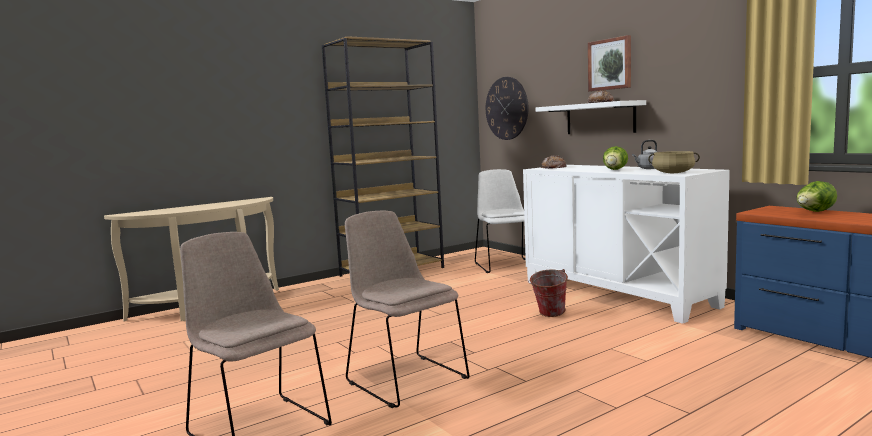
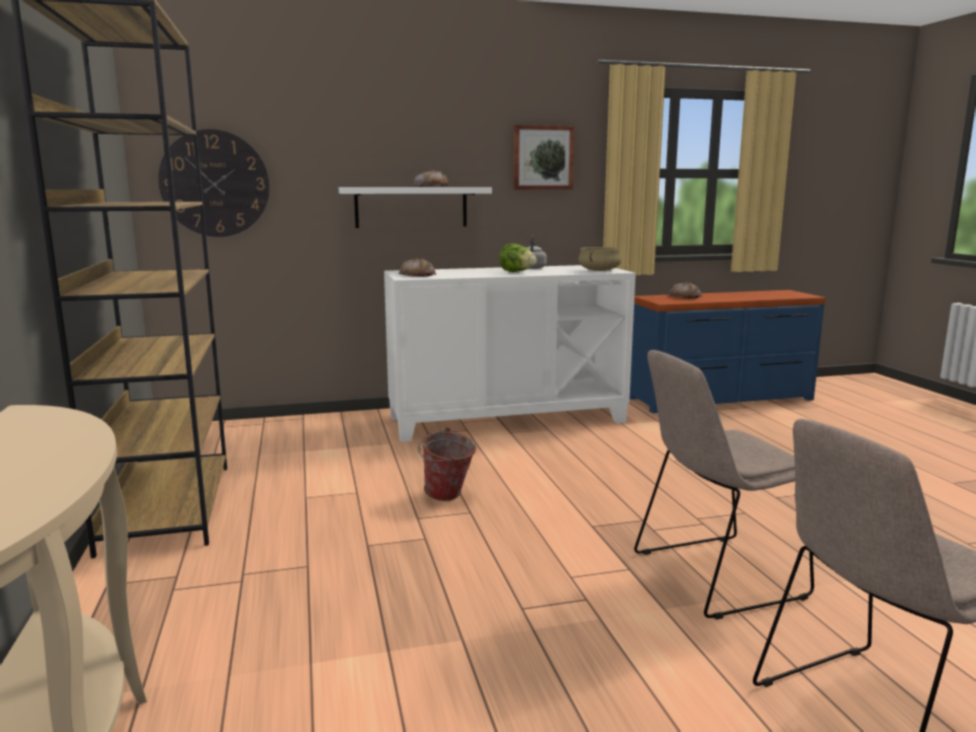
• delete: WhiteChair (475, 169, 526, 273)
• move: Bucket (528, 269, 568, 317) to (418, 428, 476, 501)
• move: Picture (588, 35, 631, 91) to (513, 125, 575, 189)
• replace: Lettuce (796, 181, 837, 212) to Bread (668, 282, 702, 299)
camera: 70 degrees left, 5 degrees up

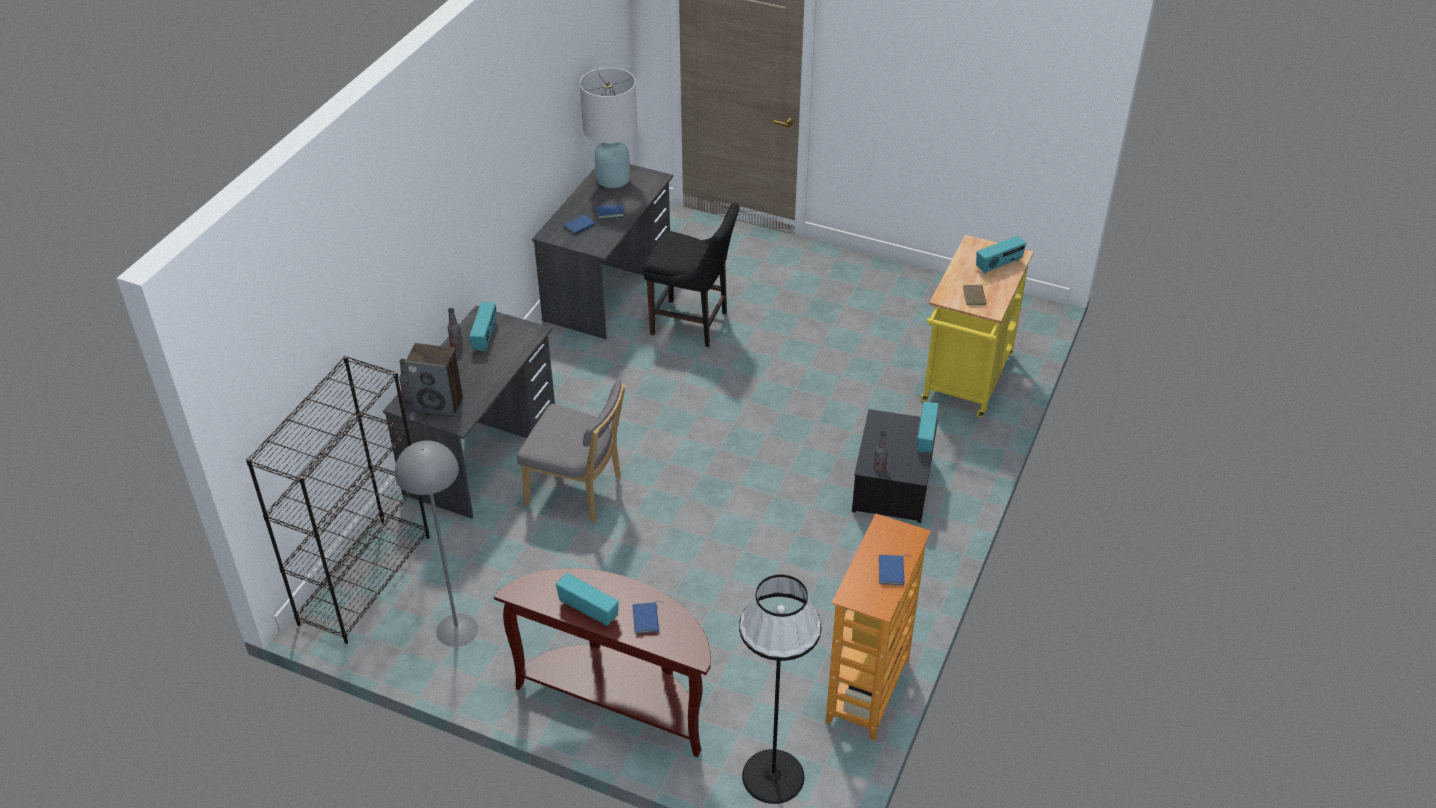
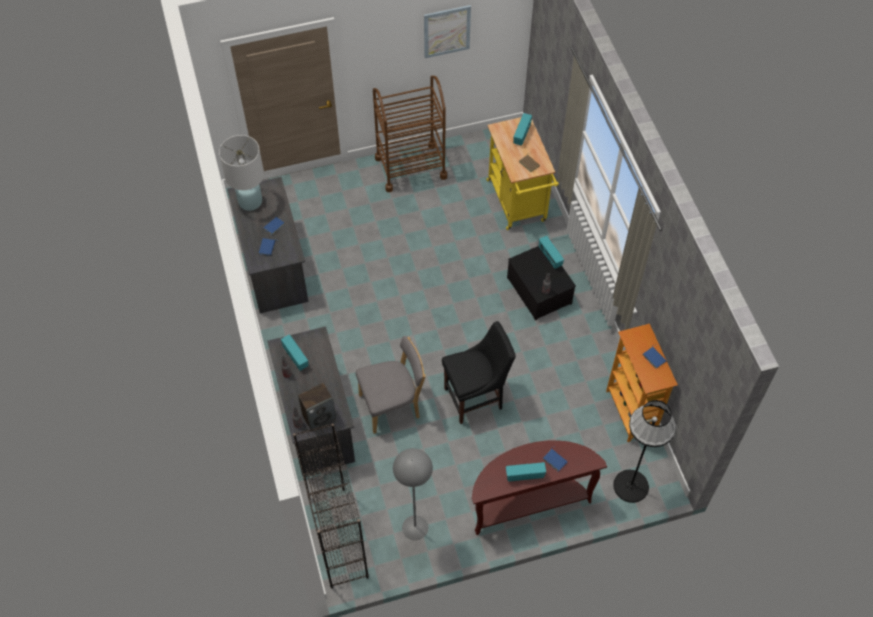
• insert: BrownCart (373, 76, 447, 192)
• insert: Picture (424, 5, 471, 58)
• move: BlackChair (643, 203, 740, 347) to (442, 321, 516, 424)
camera: 40 degrees left, 15 degrees up

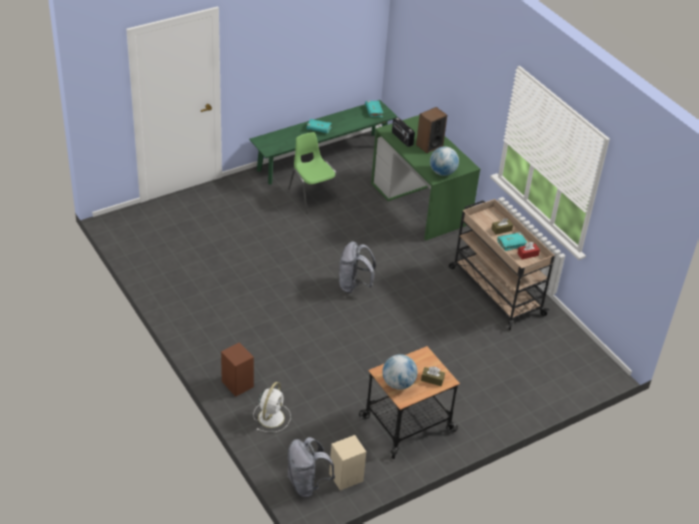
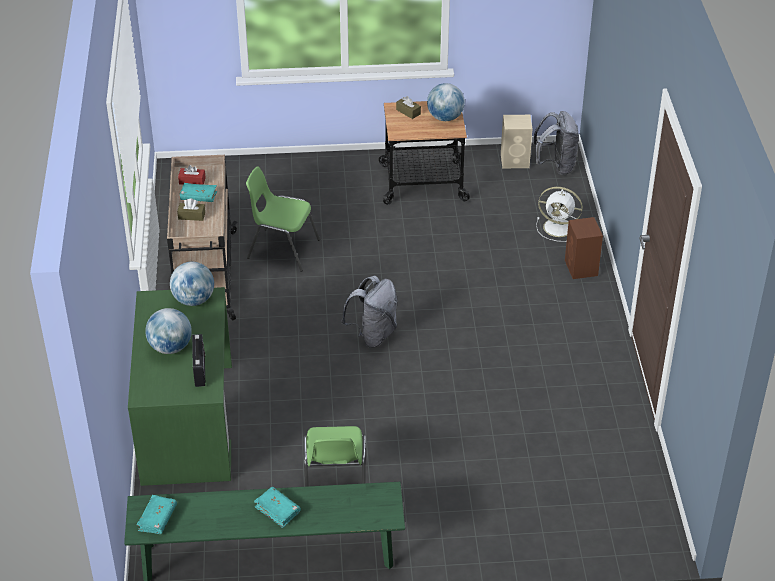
• insert: GreenChair (246, 166, 320, 272)
• replace: Speaker (416, 107, 447, 153) to Globe (145, 308, 192, 354)
• rotate: WhiteFan (253, 382, 291, 432) = (536, 187, 583, 242) 120 degrees counterclockwise
camera: 150 degrees left, 0 degrees up

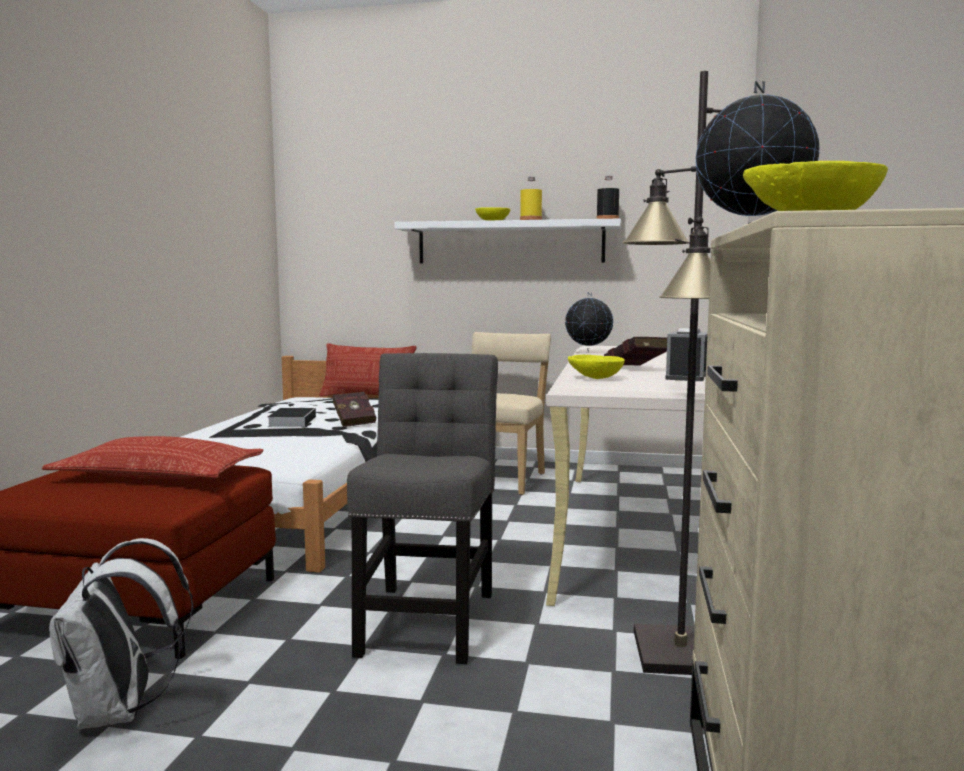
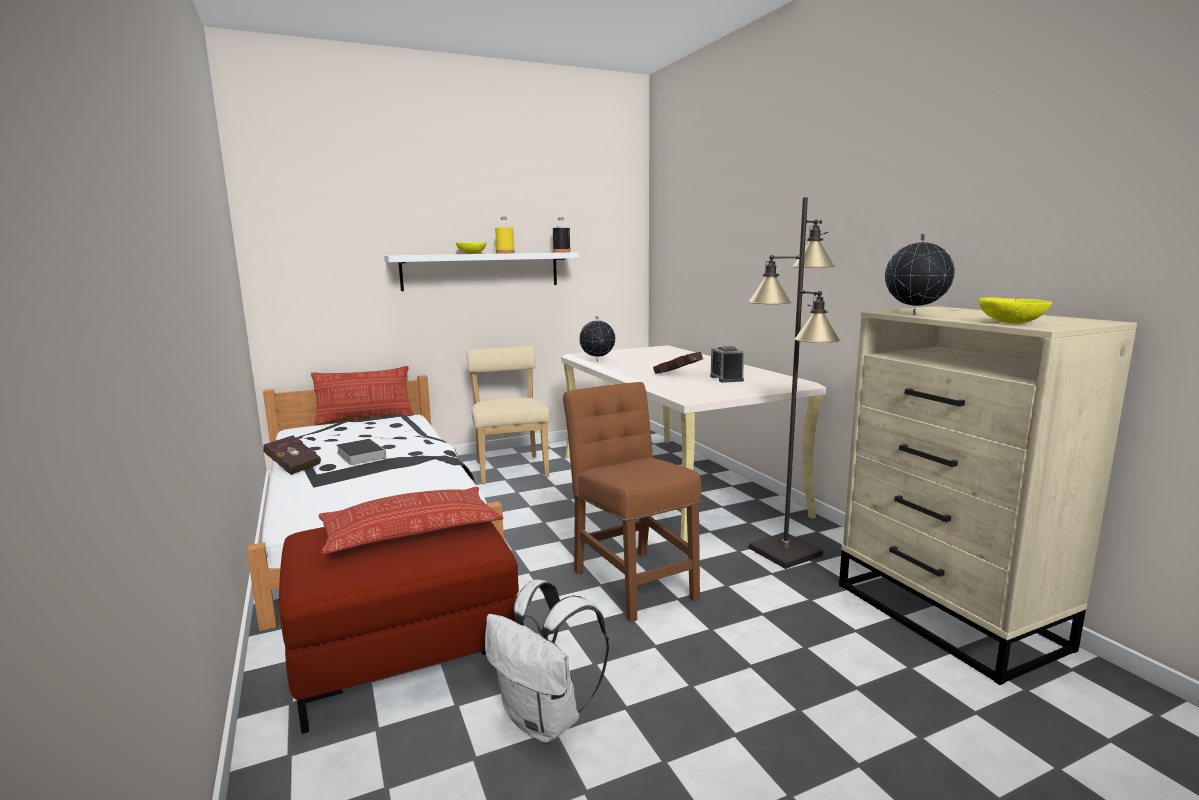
• delete: YellowBowl (568, 355, 625, 379)
• move: RedBook (333, 392, 376, 427) to (263, 435, 321, 475)
• recolor: GreyChair (347, 353, 498, 664) to BrownChair (563, 382, 701, 622)
camera: 35 degrees left, 5 degrees up

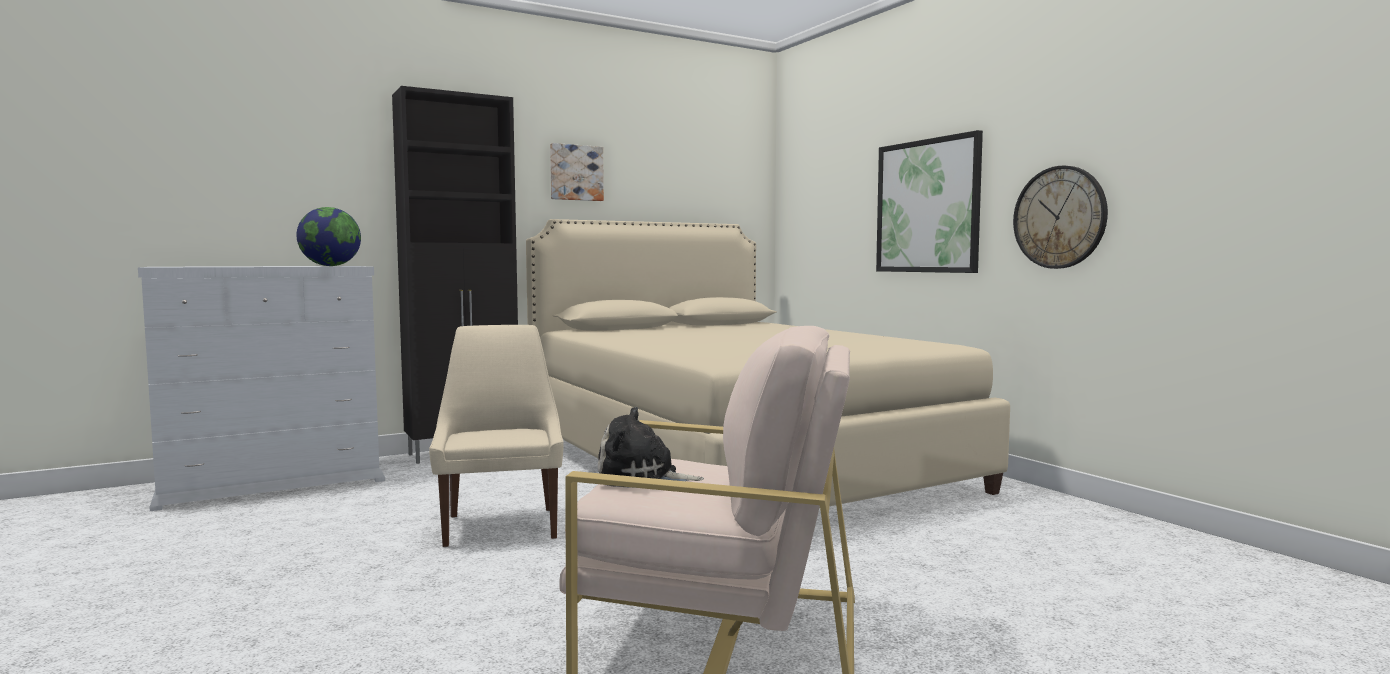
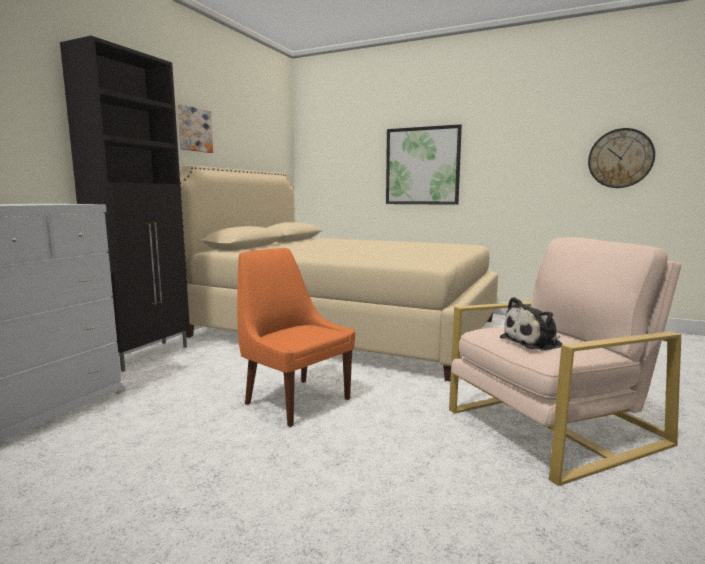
• delete: Globe (297, 207, 361, 266)
• move: WallClock (1013, 166, 1108, 269) to (588, 128, 655, 188)
• recolor: BeigeChair (429, 325, 564, 547) to OrangeChair (237, 248, 355, 427)
camera: 35 degrees left, 5 degrees up

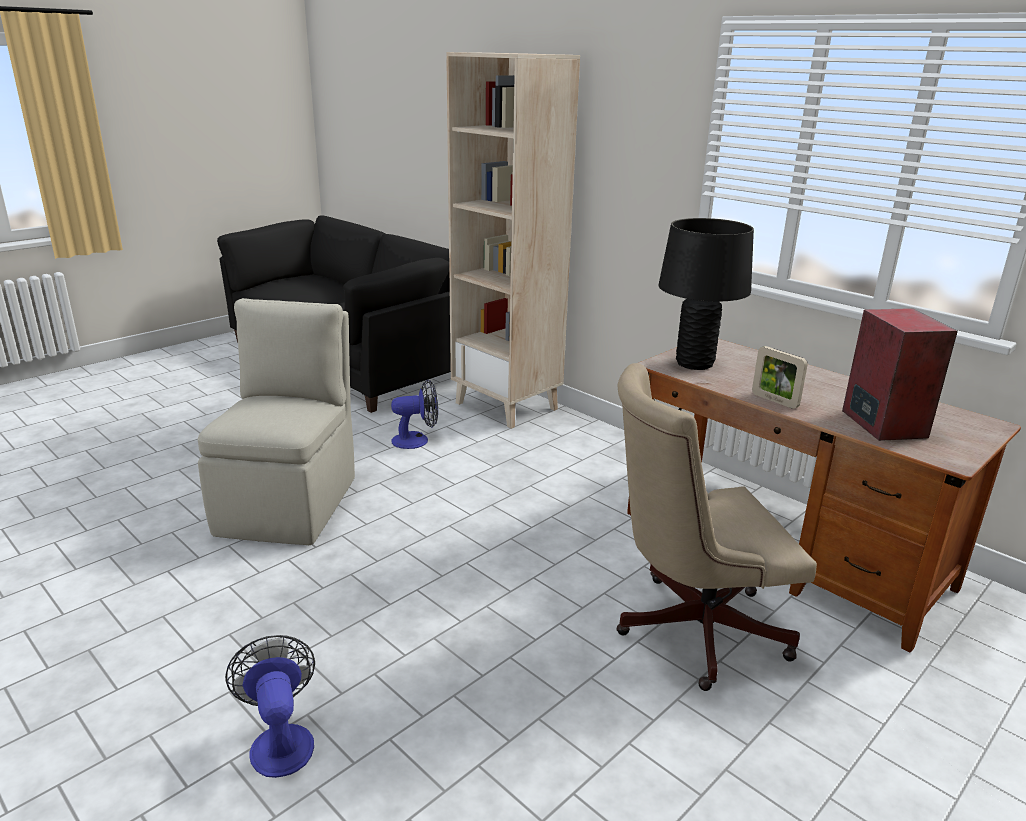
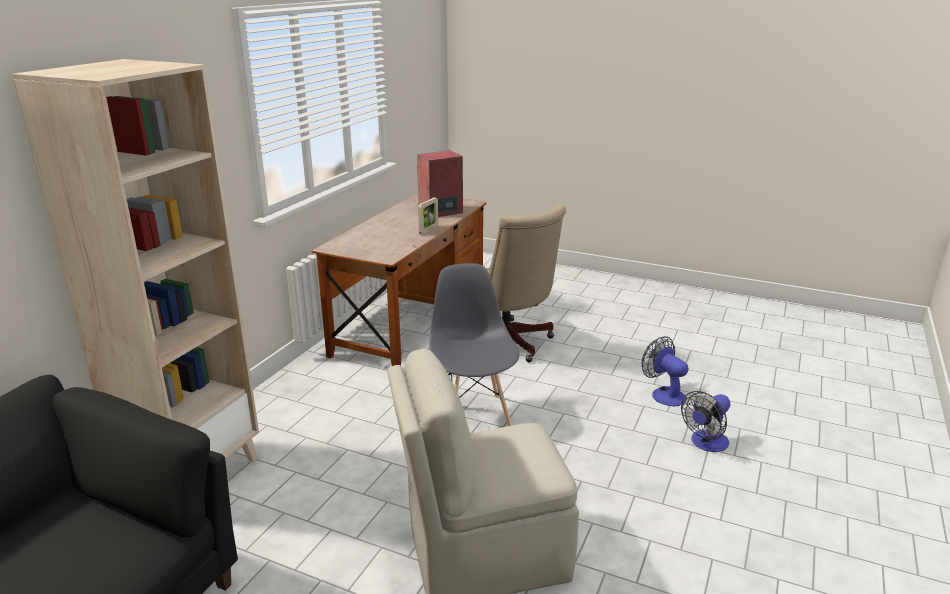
• delete: BlackTableLamp (658, 218, 754, 370)
• insert: GreyChair (429, 263, 519, 426)
• move: Fan (391, 379, 438, 449) to (642, 336, 689, 406)
camera: 110 degrees left, 0 degrees up

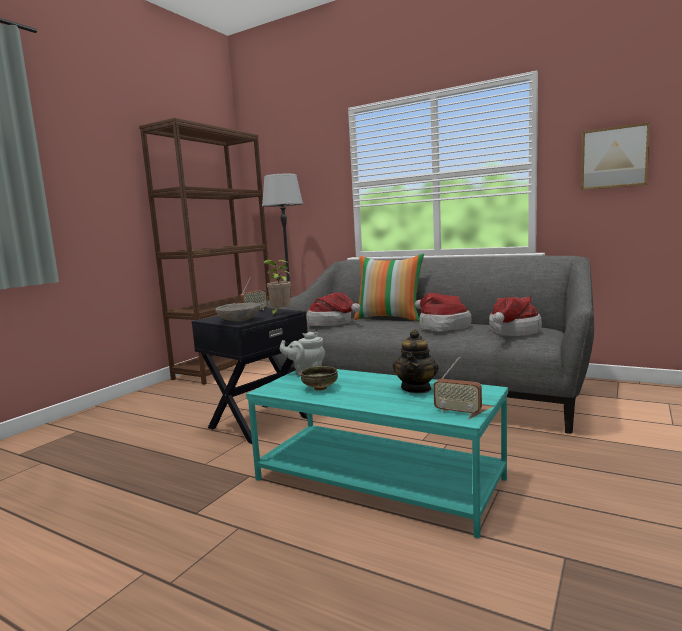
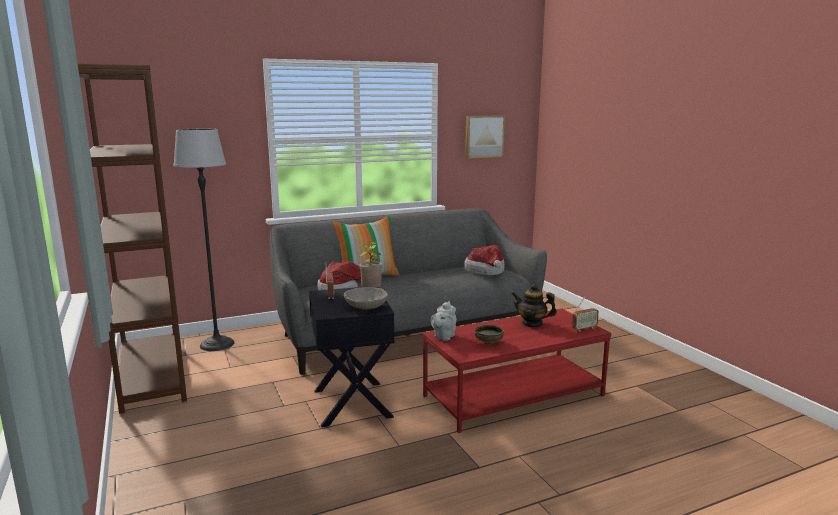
• delete: Hat (415, 293, 472, 332)
• recolor: TurquoiseCoffeeTable (246, 369, 508, 538) to RedCoffeeTable (422, 309, 611, 433)
• rotate: Teapot (393, 329, 439, 393) = (512, 284, 557, 328) 150 degrees clockwise
camera: 55 degrees left, 5 degrees up

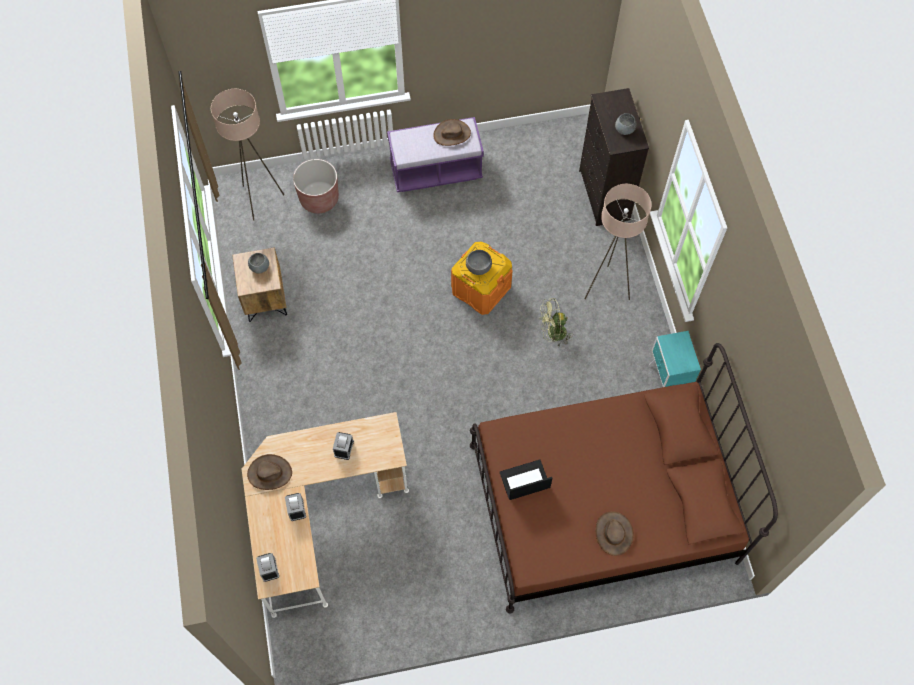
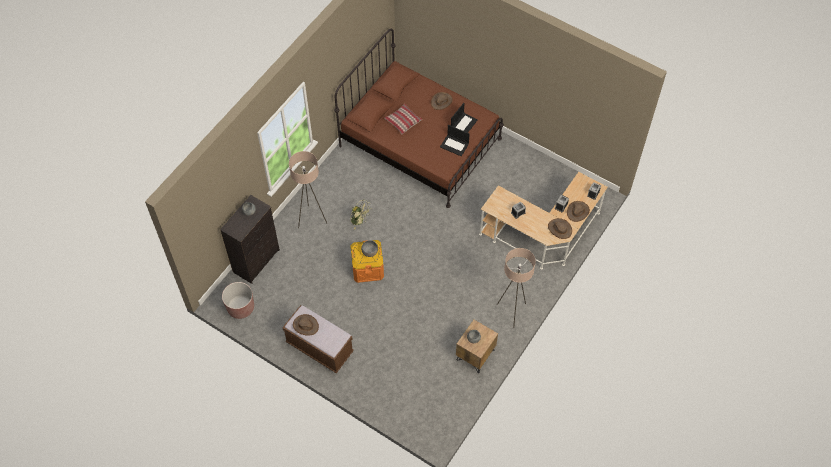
• delete: TurquoiseNightstand (649, 331, 701, 387)
• insert: Pillow (384, 104, 422, 134)
• insert: Laptop (451, 103, 478, 133)
• insert: BrownHat (567, 201, 590, 222)
• move: BeigeFloorLamp (211, 89, 284, 221) to (497, 248, 536, 328)
• move: BrownPlanter (293, 159, 339, 213) to (222, 282, 254, 319)
• recolor: PurpleBench (387, 117, 484, 192) to BrownBench (282, 305, 354, 373)
camera: 135 degrees left, 5 degrees down

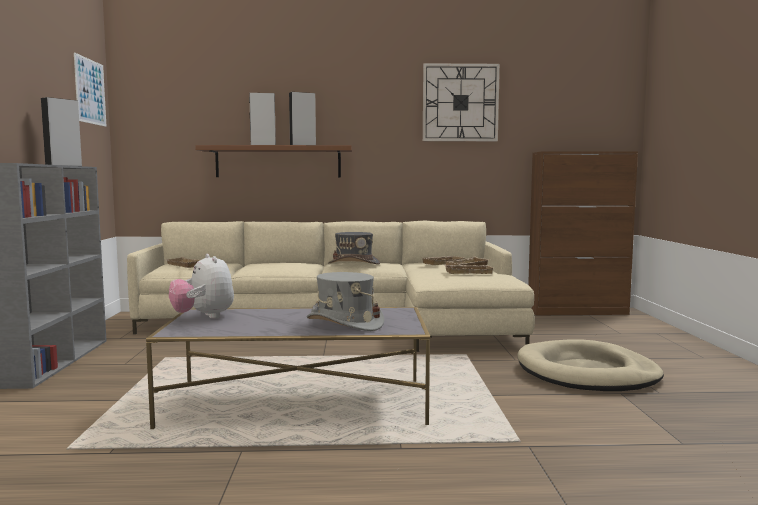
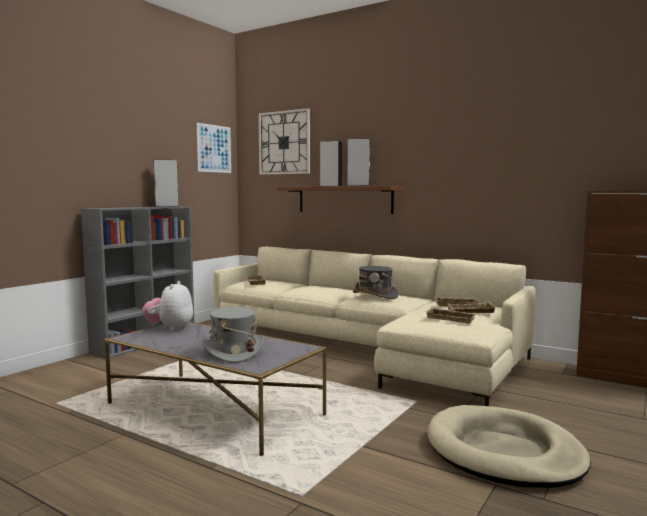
• move: WallClock (423, 63, 500, 141) to (258, 108, 310, 175)
camera: 35 degrees right, 0 degrees up

